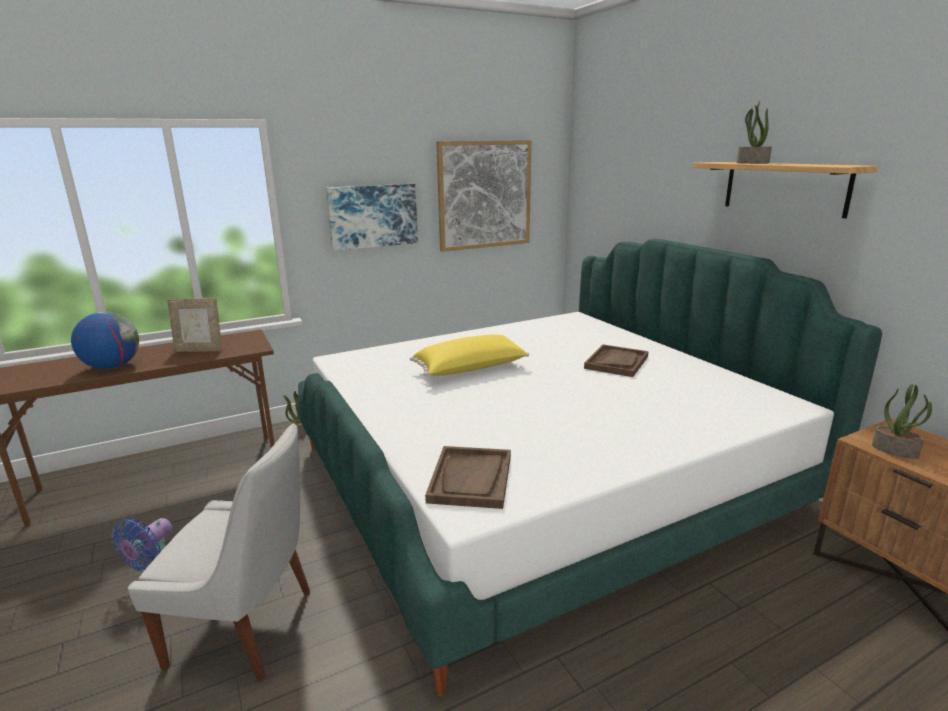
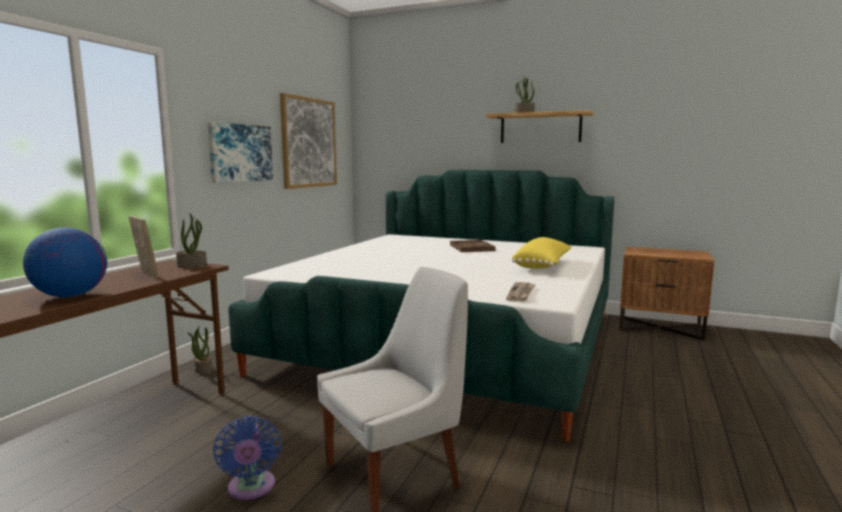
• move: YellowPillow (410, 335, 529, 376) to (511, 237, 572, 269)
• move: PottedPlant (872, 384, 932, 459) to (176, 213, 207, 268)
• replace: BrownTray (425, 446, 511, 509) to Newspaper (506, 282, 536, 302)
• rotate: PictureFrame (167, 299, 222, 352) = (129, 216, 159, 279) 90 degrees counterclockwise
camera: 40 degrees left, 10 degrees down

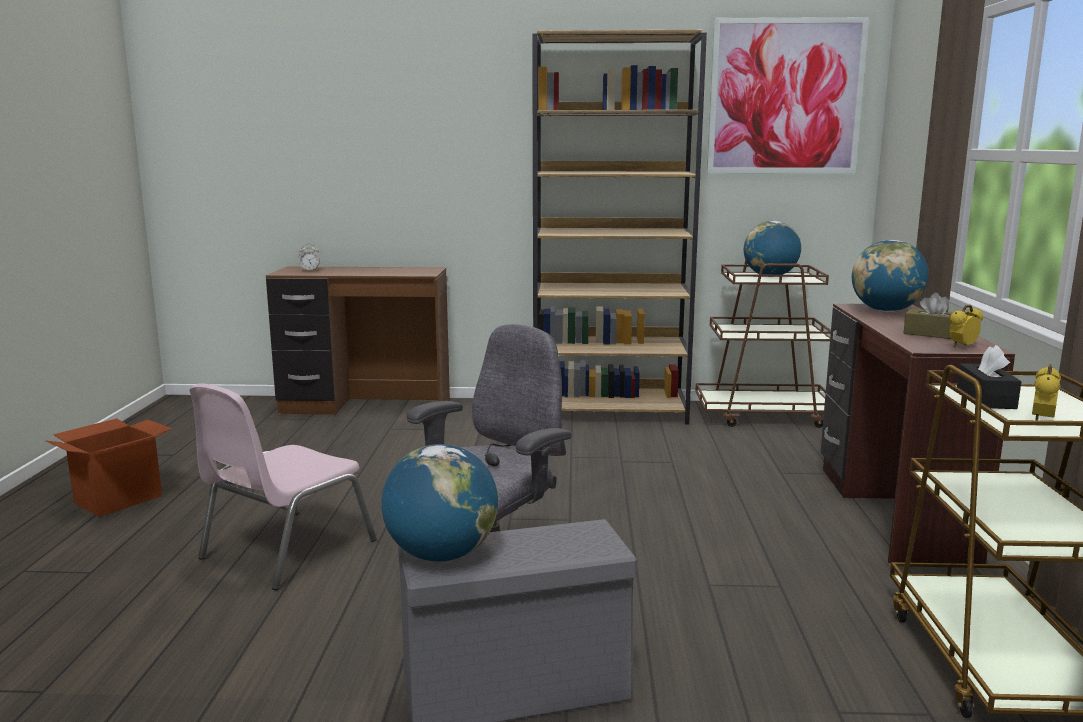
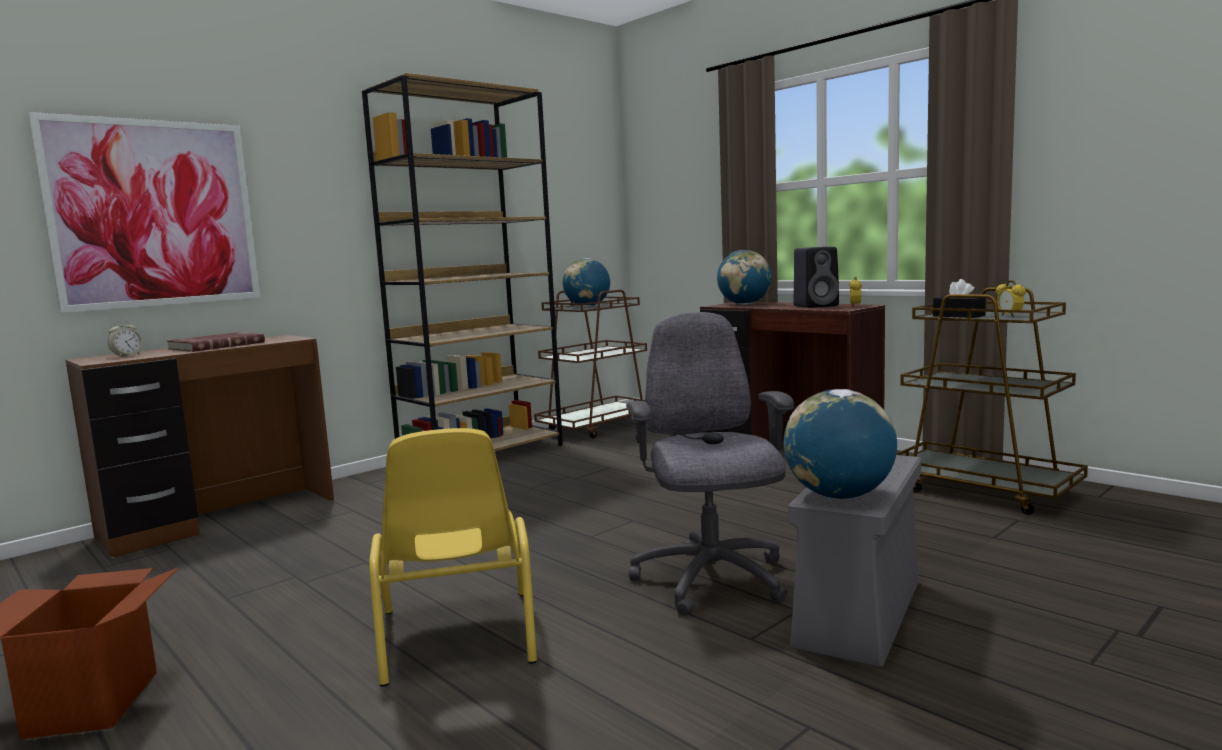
• insert: RedBook (167, 332, 265, 352)
• move: Picture (707, 17, 869, 173) to (28, 112, 260, 313)
• replace: BrownTissueBox (904, 293, 952, 339) to BlackSpeaker (793, 247, 839, 308)
• recolor: PinkChair (190, 383, 377, 590) to YellowChair (369, 428, 537, 687)
camera: 45 degrees left, 5 degrees down

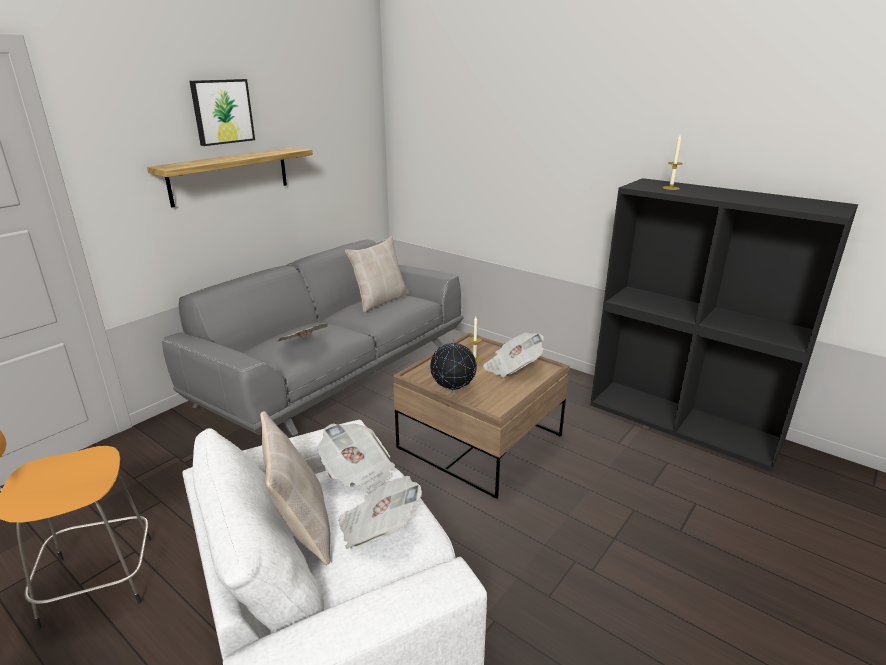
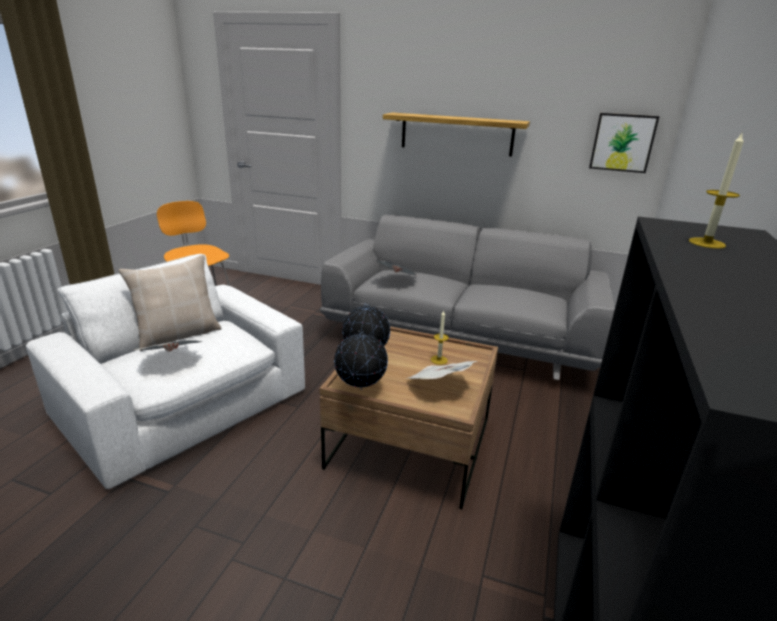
• delete: Newspaper (317, 423, 395, 494)
• delete: BeigePillow (345, 236, 409, 312)
• insert: Globe (334, 330, 388, 390)
• move: Picture (189, 79, 255, 146) to (589, 113, 659, 173)
camera: 70 degrees right, 0 degrees up

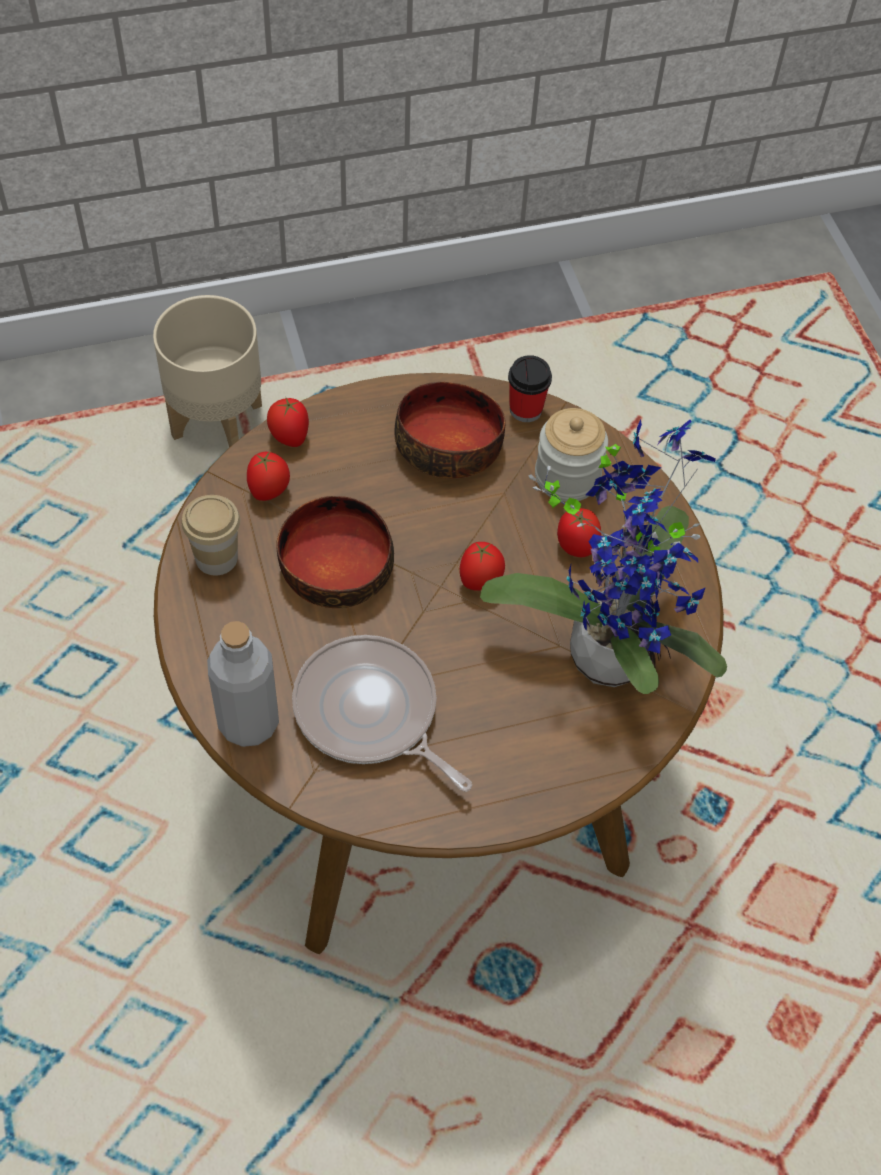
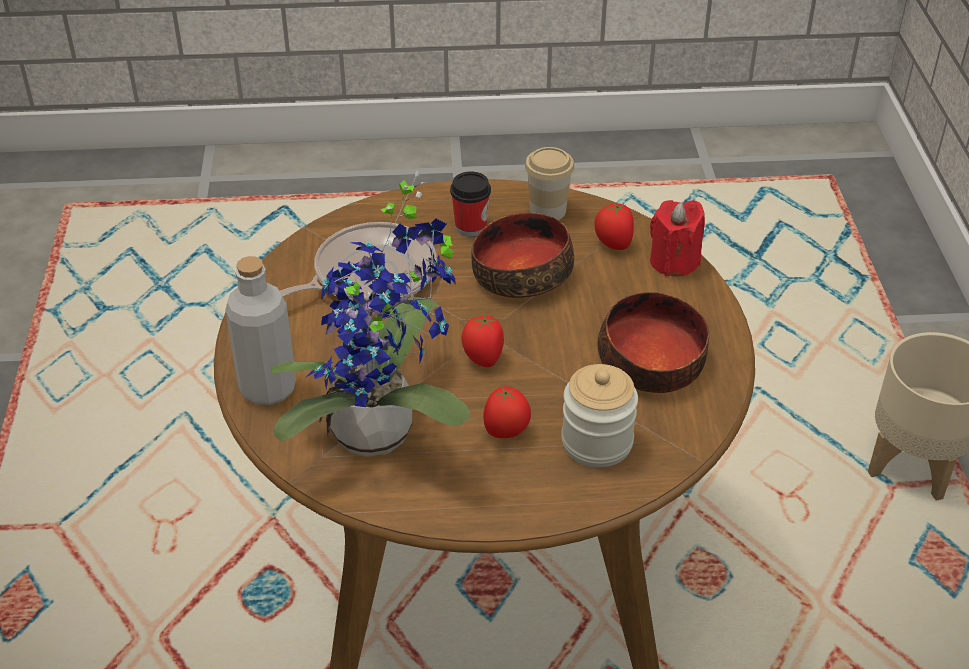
• move: GreyBottle (207, 621, 279, 747) to (225, 256, 296, 405)
• move: Cup (508, 355, 552, 422) to (450, 171, 491, 237)
• replace: Tomato (267, 398, 309, 447) to RedCandle (650, 200, 705, 277)
camera: 105 degrees right, 15 degrees down

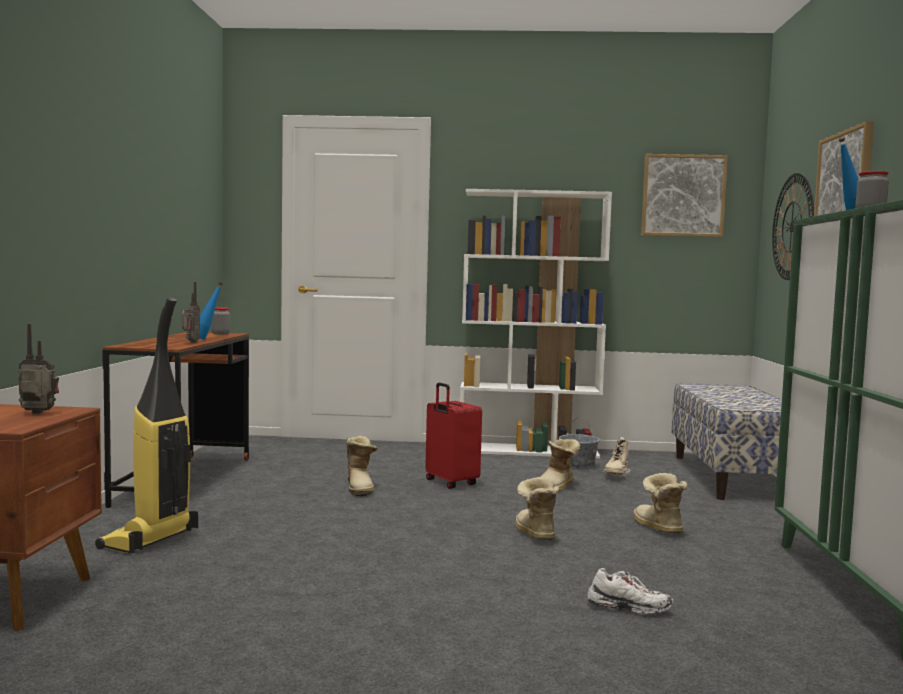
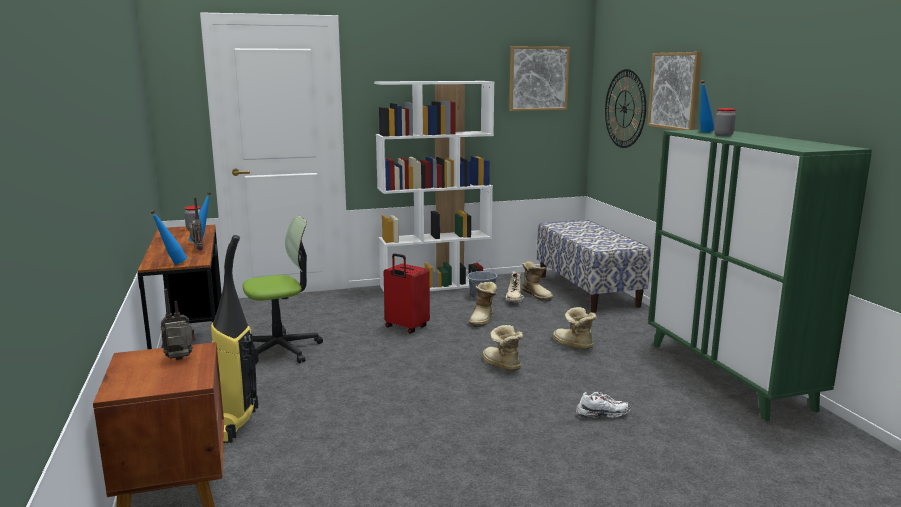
• insert: BlueBottle (150, 210, 187, 264)
• insert: OfficeChair (243, 215, 323, 364)
• move: Boot (347, 436, 378, 496) to (522, 261, 553, 301)
camera: 20 degrees left, 10 degrees up

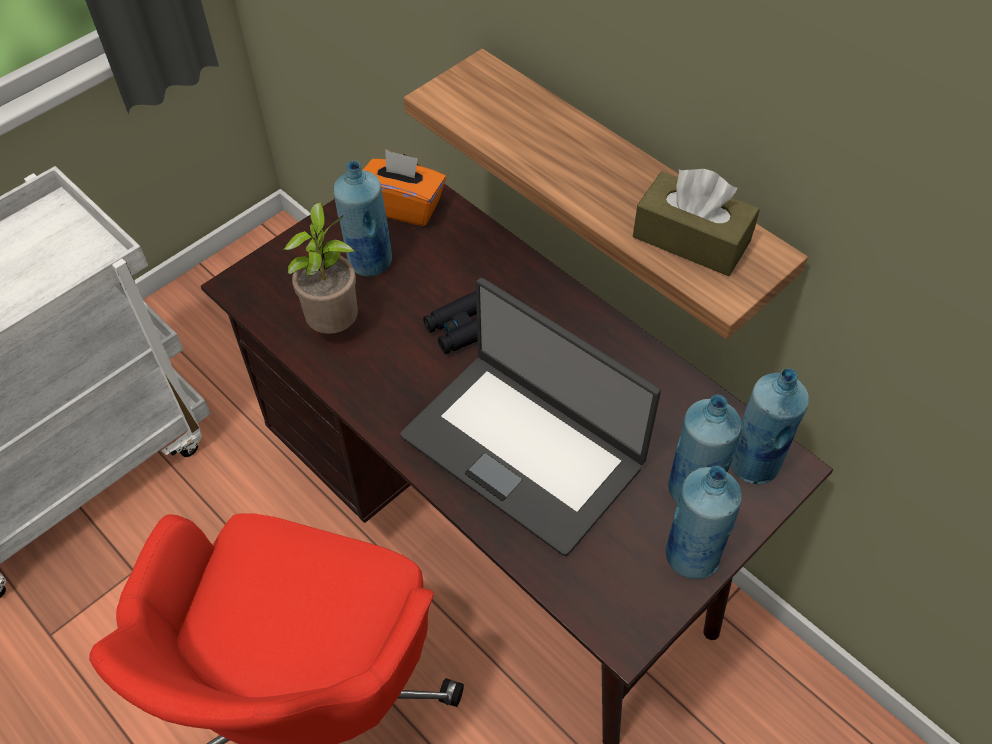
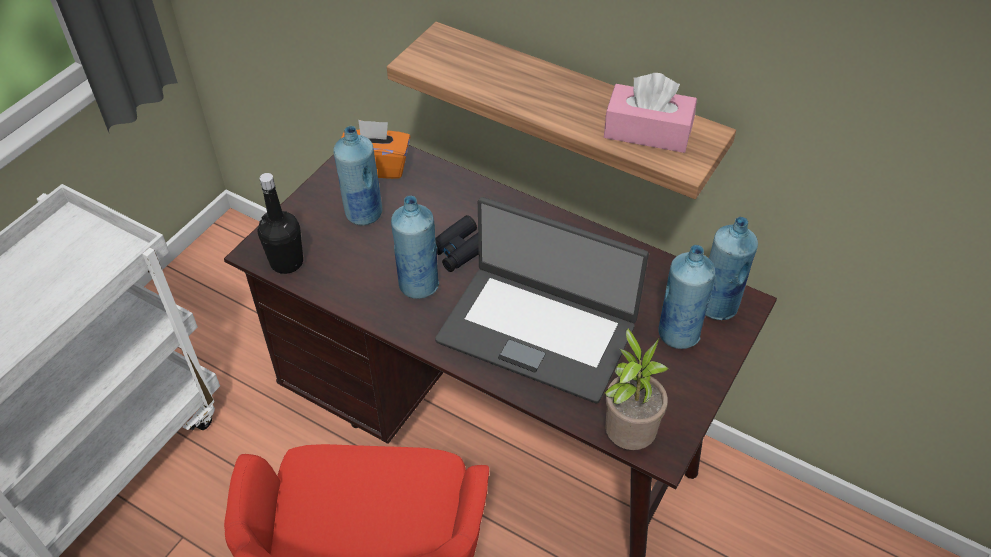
• insert: BlackBottle (258, 173, 303, 274)
• move: PottedPlant (284, 202, 358, 334) to (604, 328, 669, 450)
• move: BlueBottle (665, 465, 742, 579) to (391, 195, 439, 299)
• recolor: BrownTissueBox (633, 169, 760, 276) to PinkTissueBox (604, 73, 697, 153)
camera: 15 degrees left, 5 degrees down

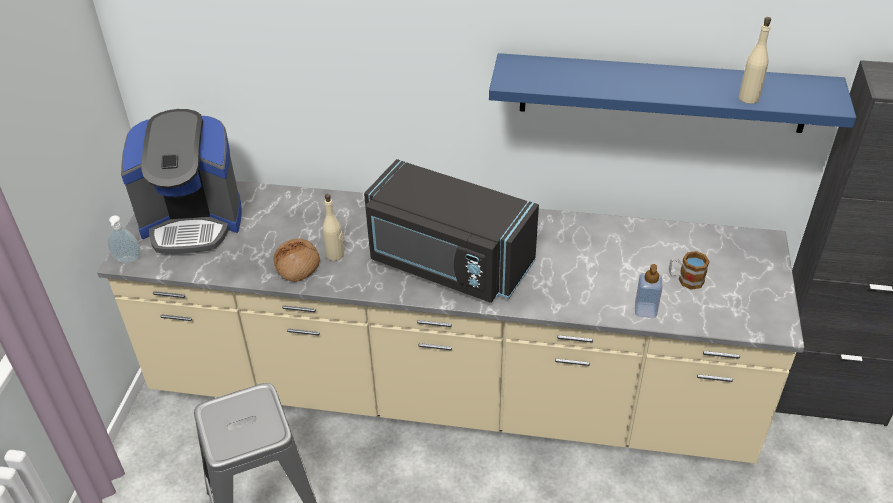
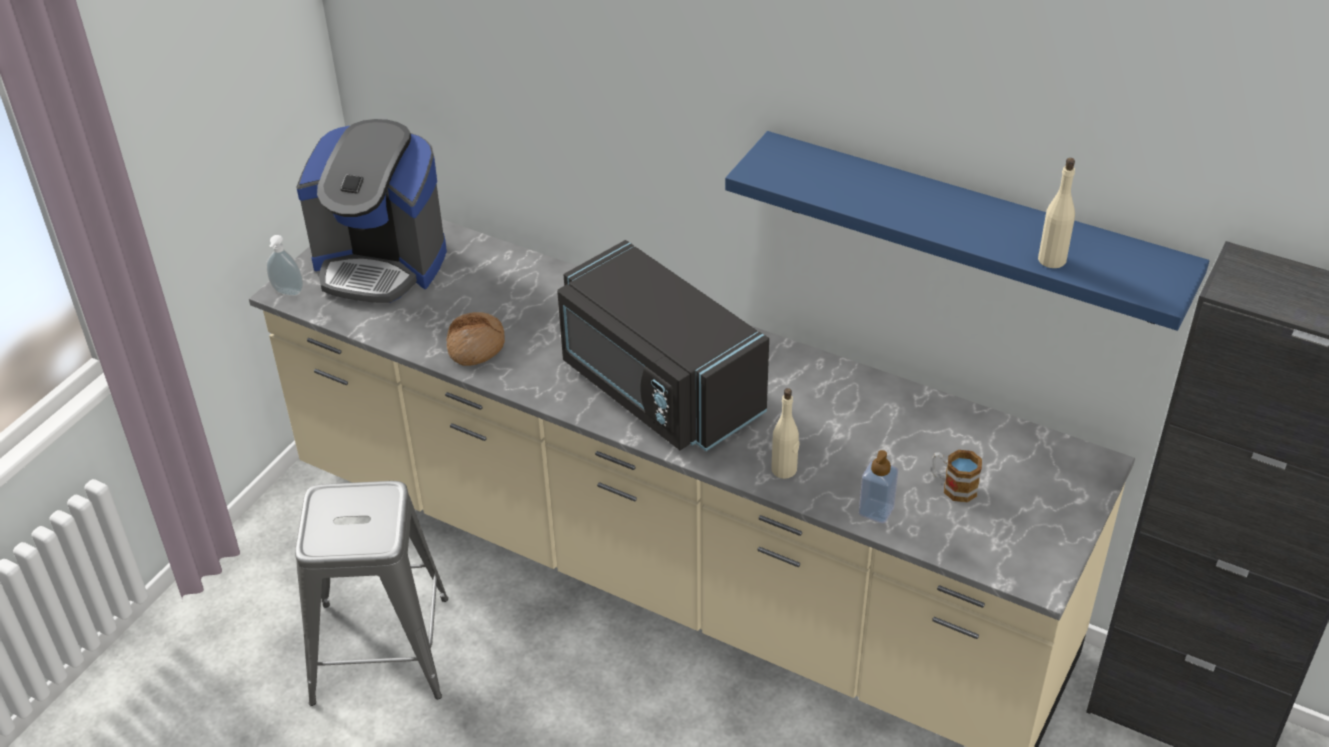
• move: BeigeBottle (323, 194, 344, 261) to (771, 388, 800, 479)
camera: 20 degrees right, 0 degrees up

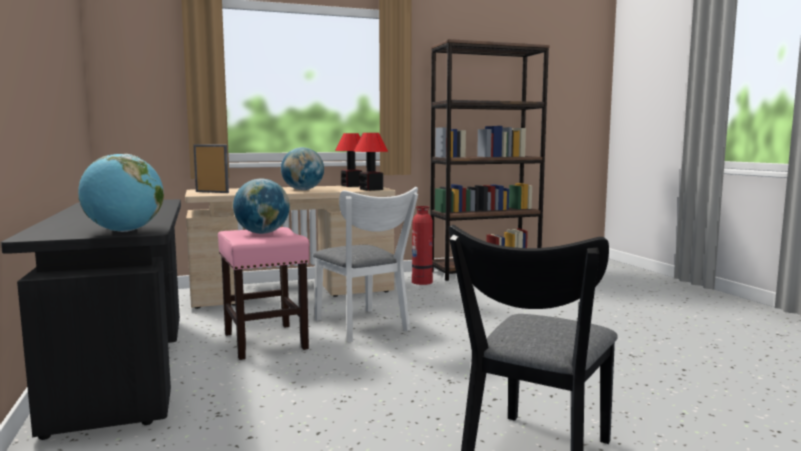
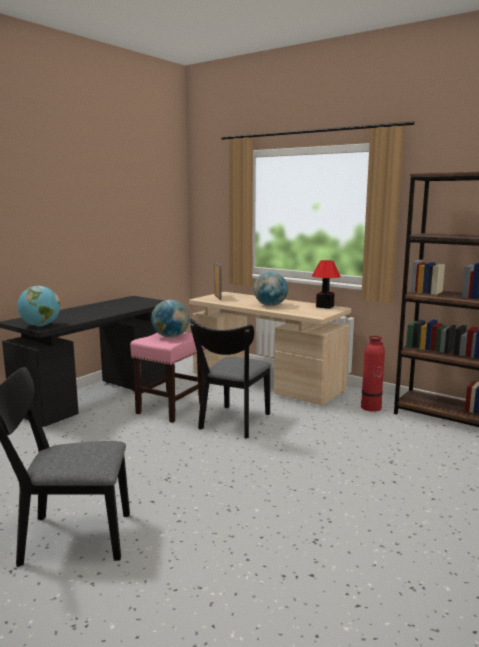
• delete: TableLamp (354, 133, 388, 191)
• recolor: WhiteChair (313, 187, 418, 342) to BlackChair (190, 319, 271, 438)
camera: 55 degrees right, 5 degrees up

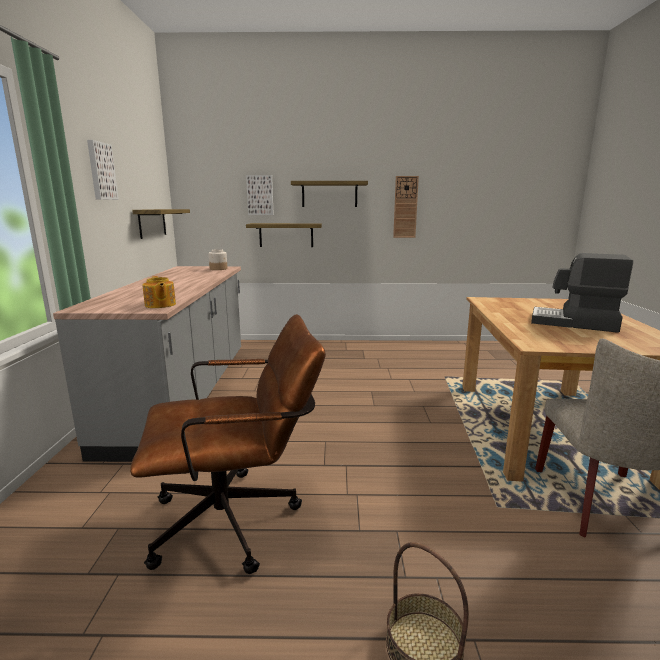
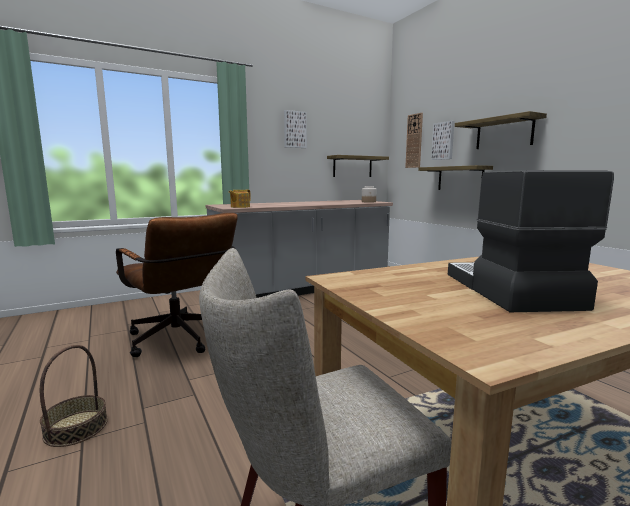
• move: WallClock (393, 176, 419, 238) to (405, 113, 423, 168)
camera: 60 degrees right, 5 degrees down

